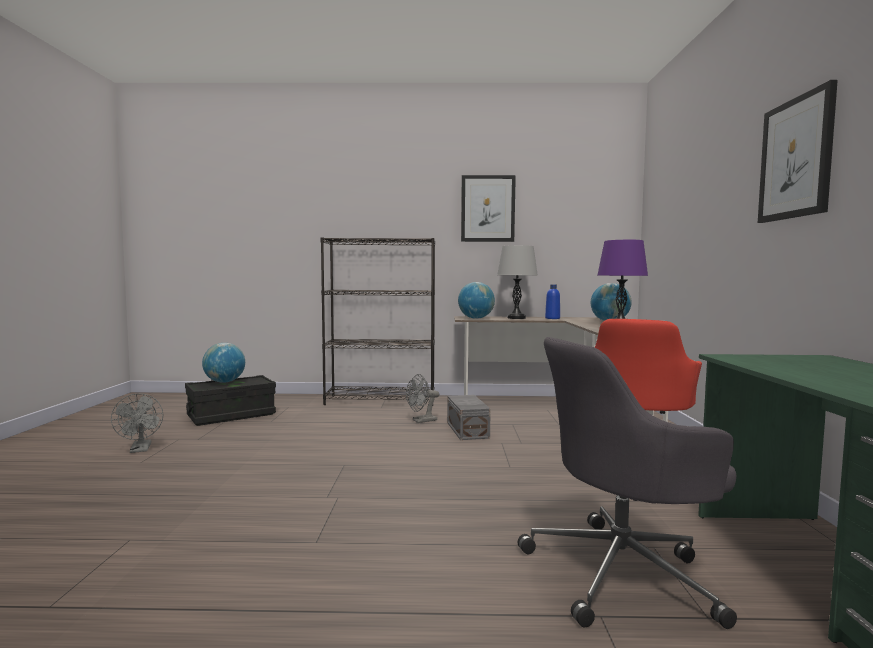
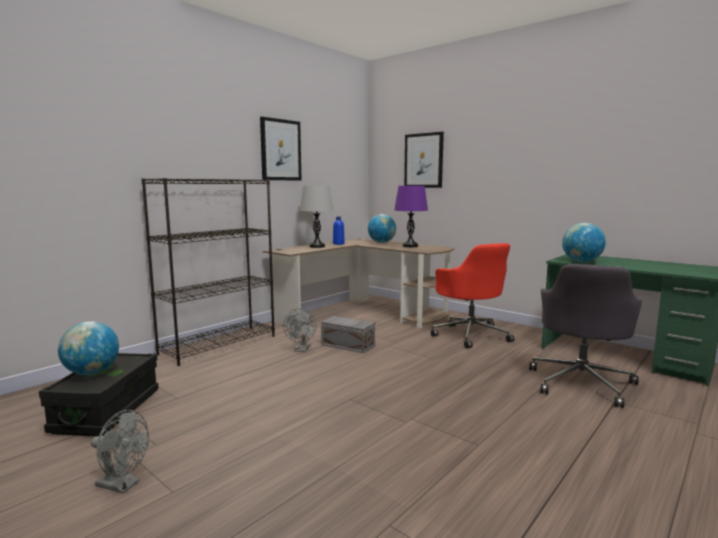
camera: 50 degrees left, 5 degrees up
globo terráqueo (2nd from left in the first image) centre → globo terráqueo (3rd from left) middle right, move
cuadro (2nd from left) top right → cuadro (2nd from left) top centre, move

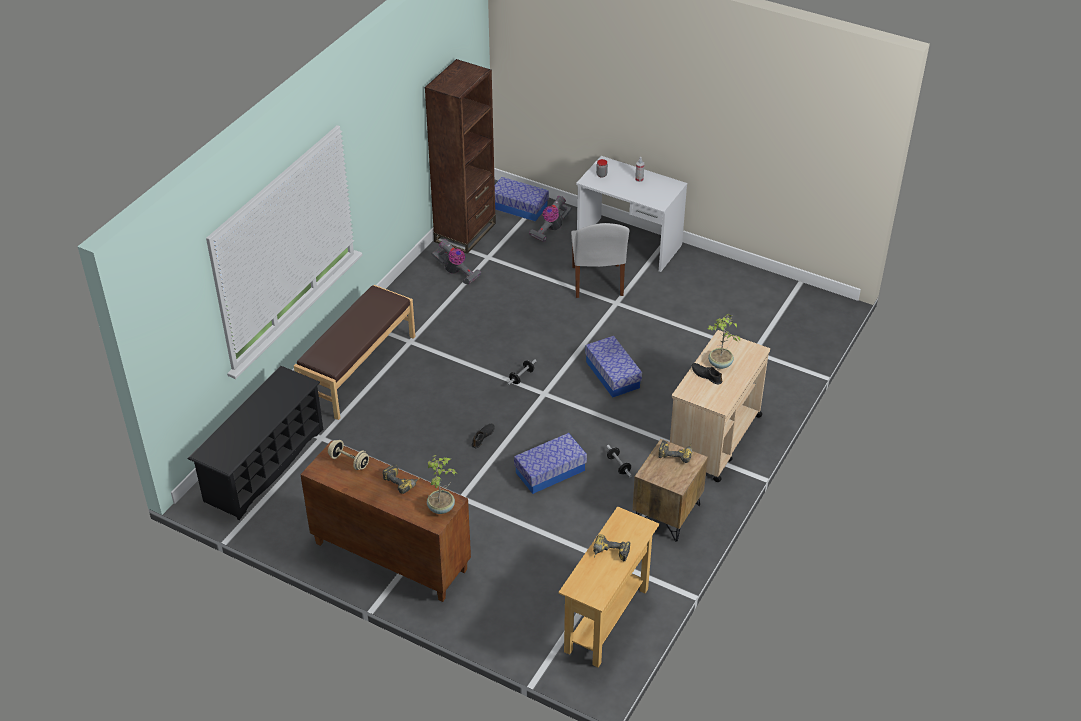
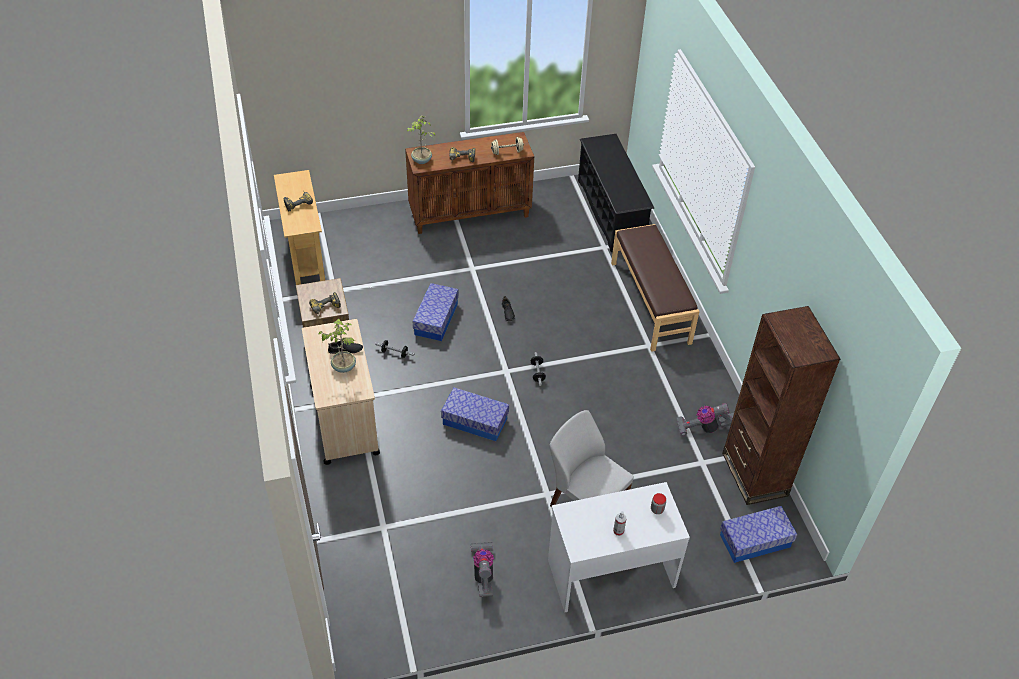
camera: 135 degrees right, 5 degrees up
aspiradora (2nd from left in the first image) top centre → aspiradora (1st from left) bottom centre, move

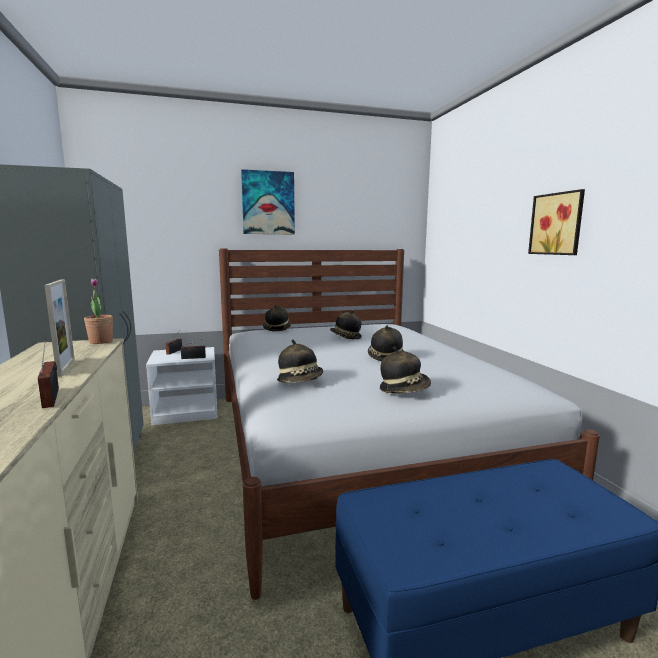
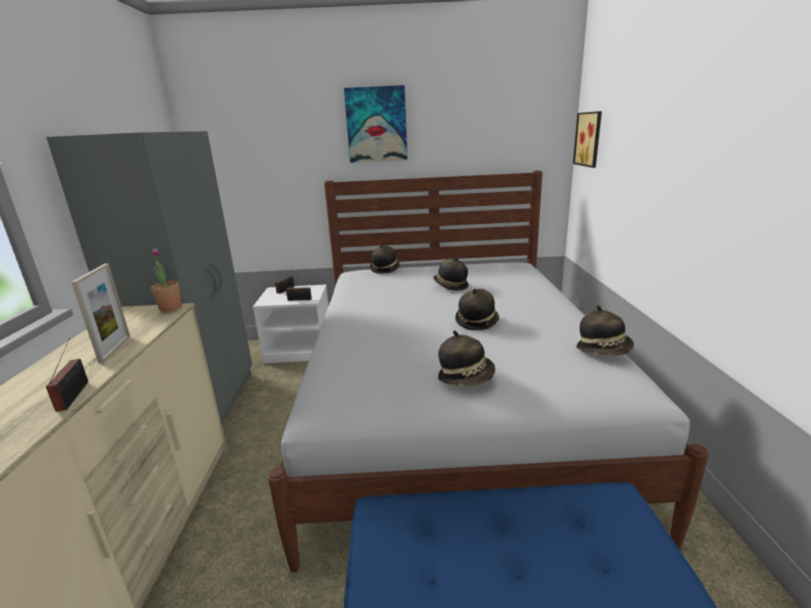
camera: 15 degrees right, 10 degrees up
sombrero (2nd from left in the first image) centre → sombrero (5th from left) middle right, move
cuadro (2nd from left) middle right → cuadro (2nd from left) top right, move

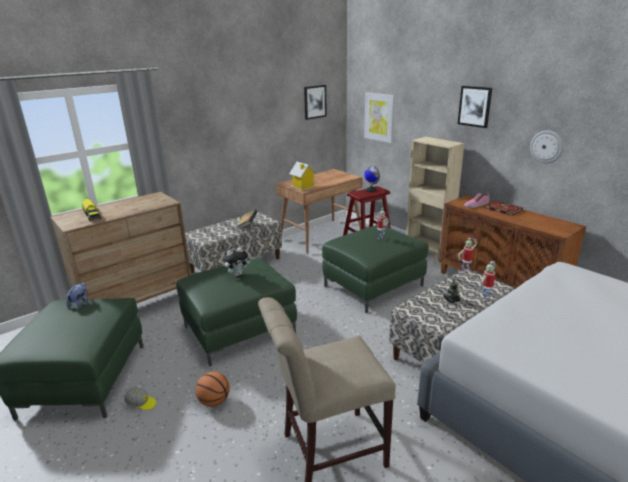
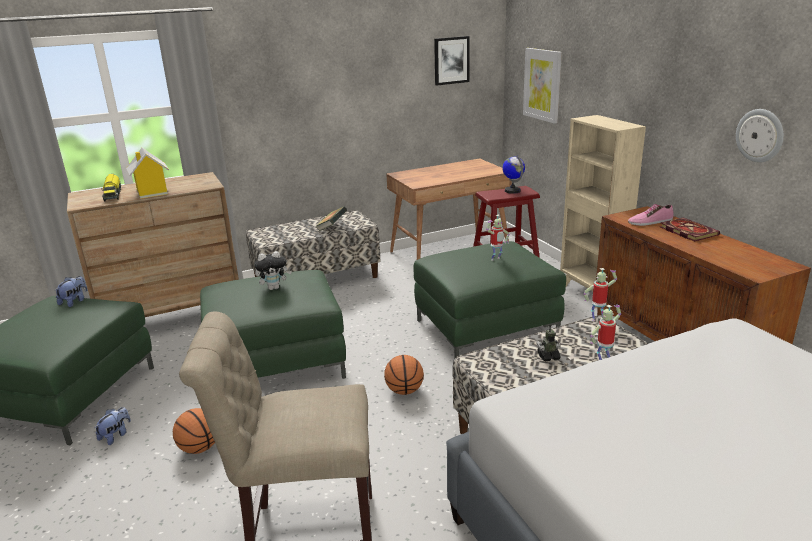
camera: 15 degrees right, 0 degrees up
gorra bottom left → peluche (2nd from left) bottom left
casita centre → casita top left, move
cuadro (3rd from left) top right → -
- → balón de baloncesto (2nd from left) bottom centre

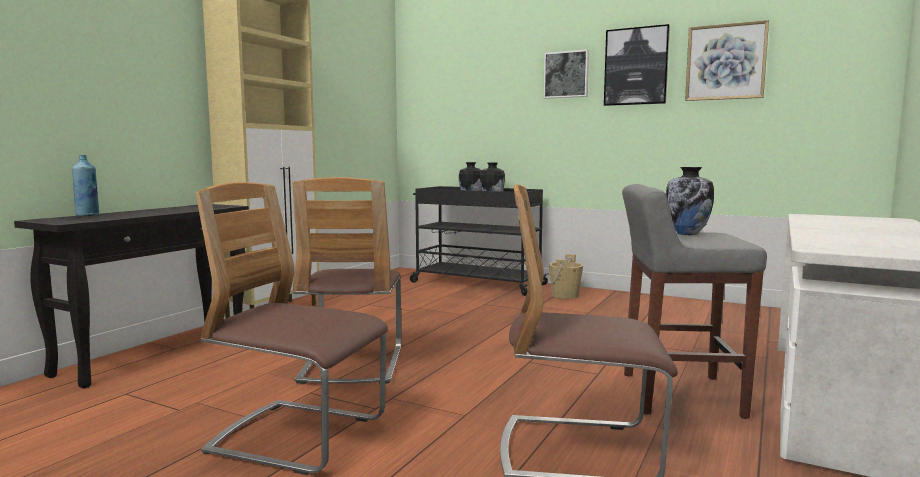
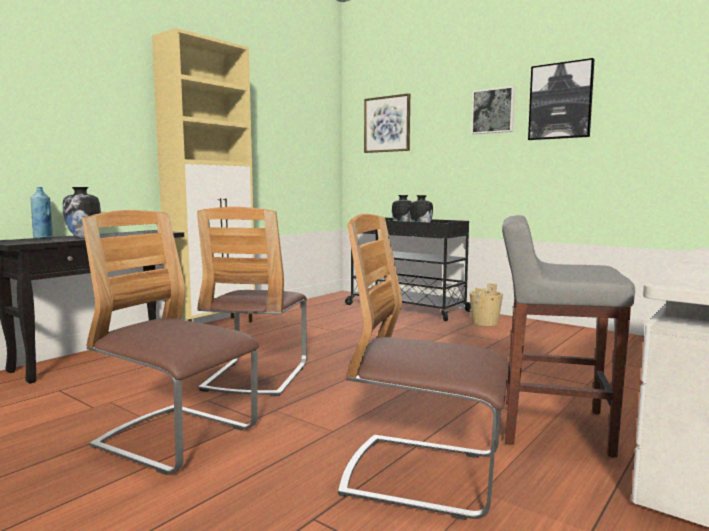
camera: 10 degrees right, 0 degrees up
florero (3rd from left in the first image) middle right → florero (1st from left) middle left, move
cuadro (3rd from left in the first image) top right → cuadro (1st from left) top centre, move

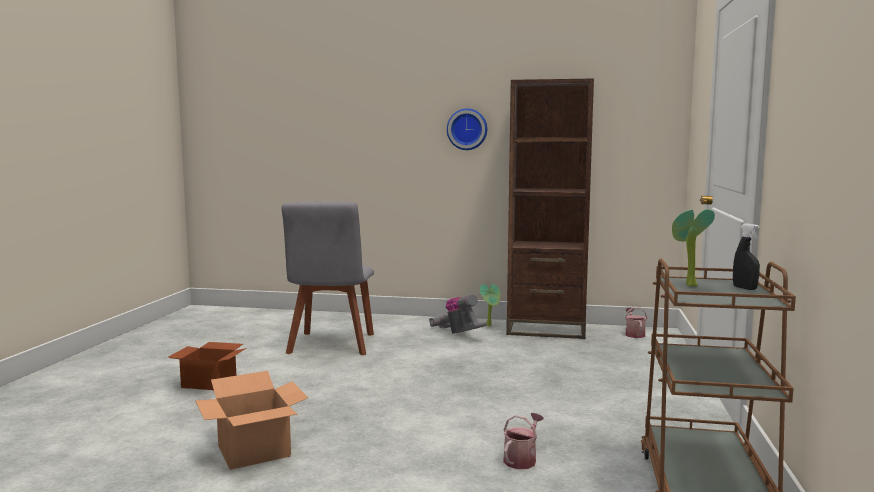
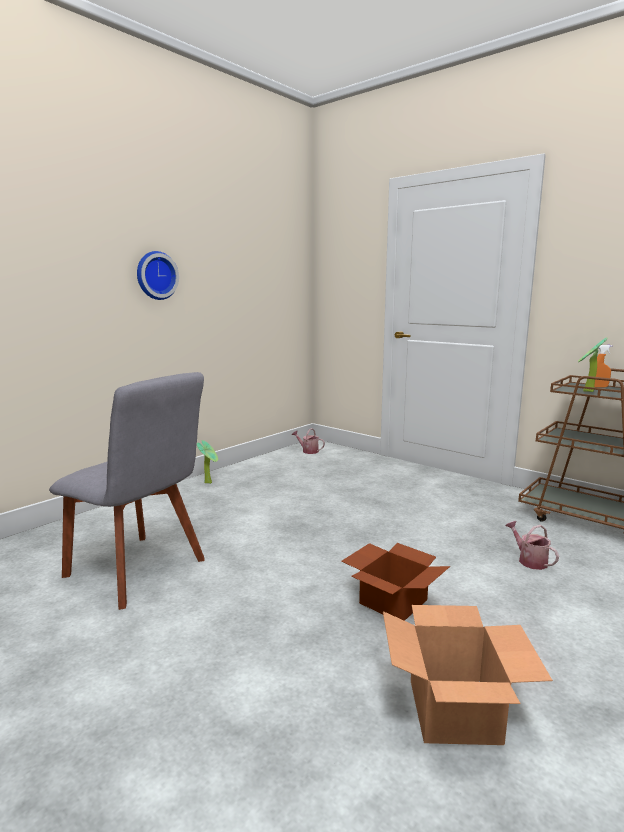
camera: 60 degrees left, 5 degrees up
caja de cartón (1st from left) bottom left → caja de cartón (1st from left) bottom centre, move
aspiradora centre → -
estantería/marrón centre → -
pulverizador/negro middle right → pulverizador/naranja middle right

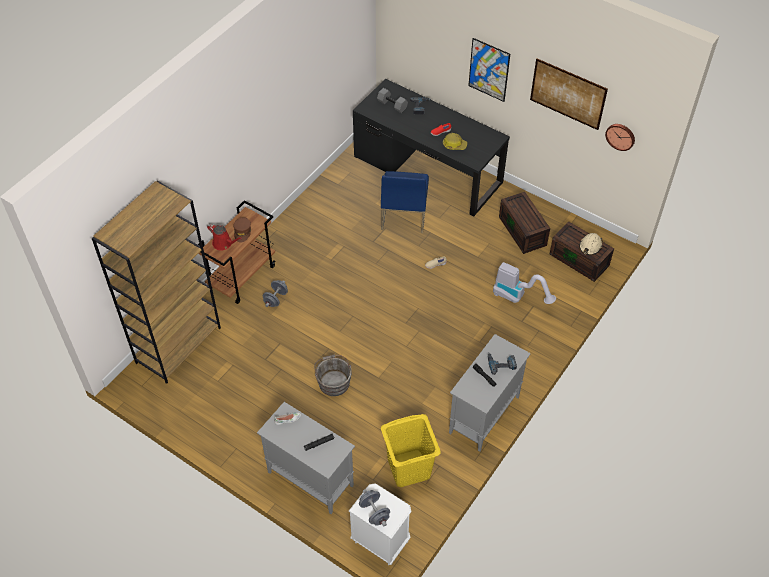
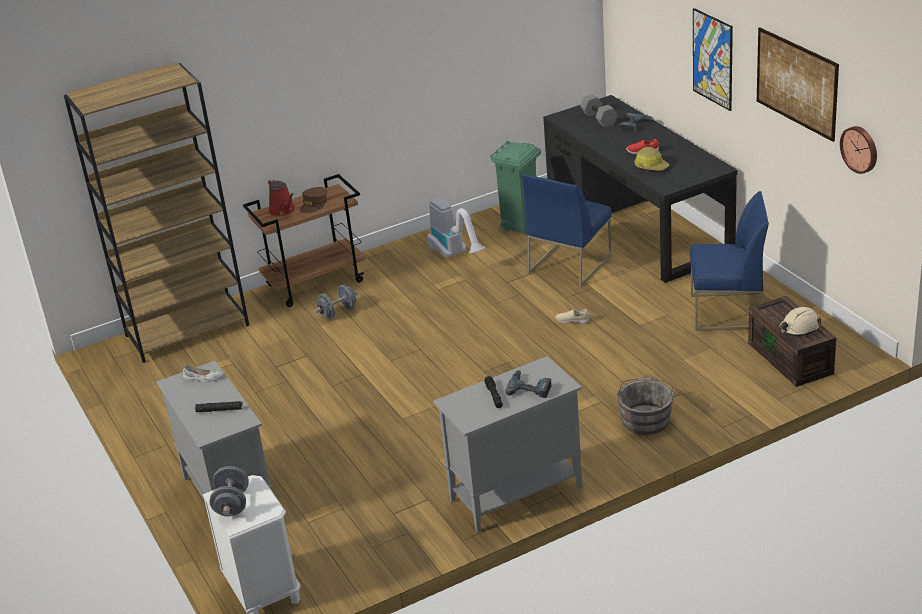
camera: 30 degrees right, 20 degrees down
cubo/gris centre → cubo/gris middle right, move
cesto de la ropa/amarillo bottom centre → -
aspiradora middle right → aspiradora centre, move
caja de almacenaje/marrón (1st from left) middle right → silla/azul (2nd from left) middle right
- → papelera/verde top centre

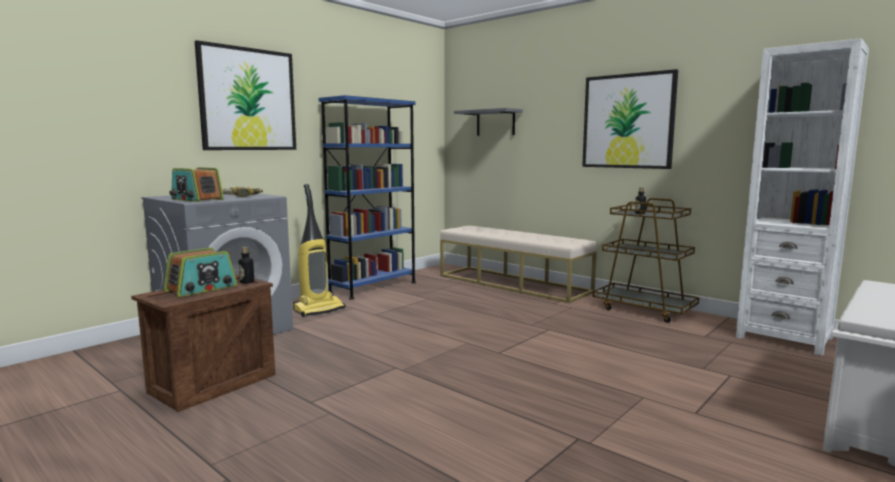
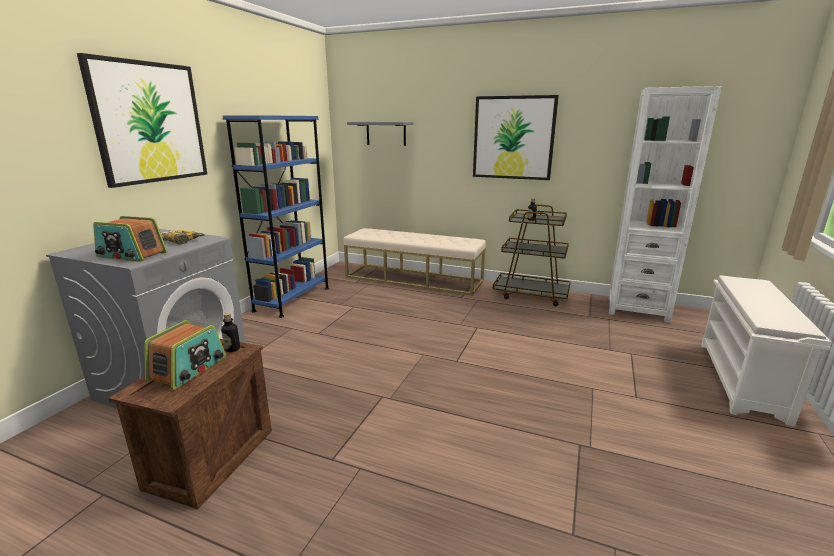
camera: 20 degrees left, 10 degrees up
aspiradora centre → -

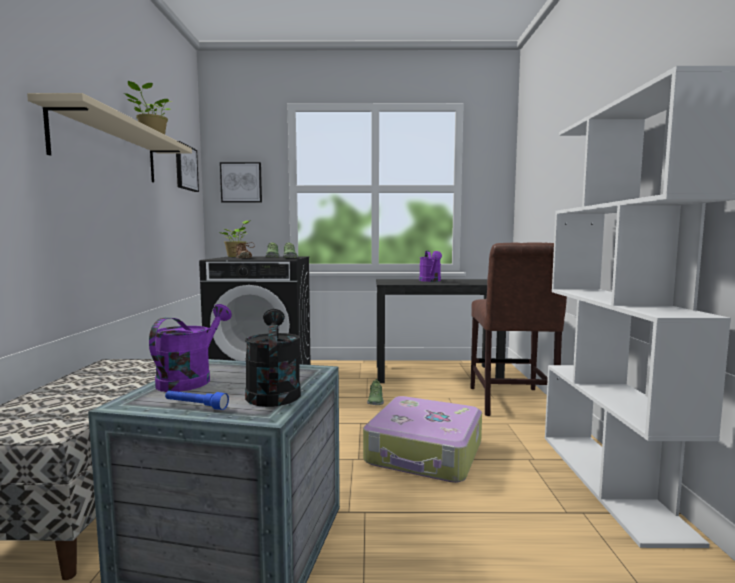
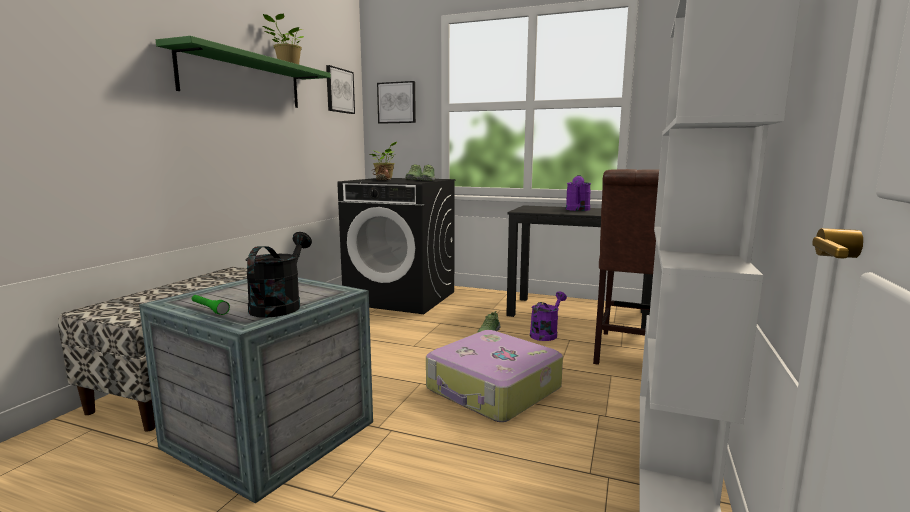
camera: 20 degrees right, 5 degrees up
estante/beis top left → estante/verde top left
regadera/morado (1st from left) middle left → regadera/morado (1st from left) centre, move
linterna/azul bottom left → linterna/verde middle left

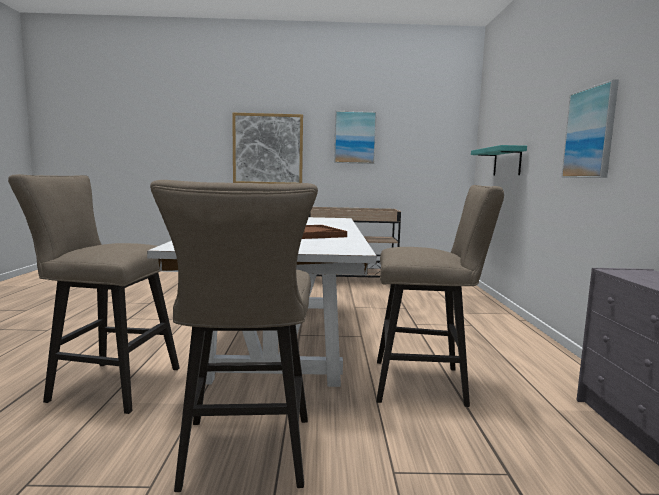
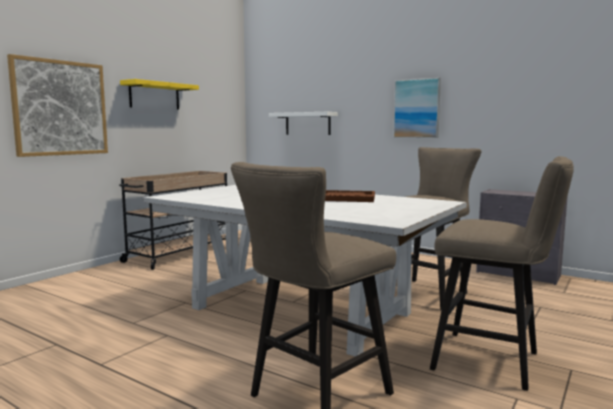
camera: 55 degrees left, 0 degrees up
cuadro (2nd from left) top centre → estante/amarillo top left
estante/turquesa top right → estante/blanco top centre

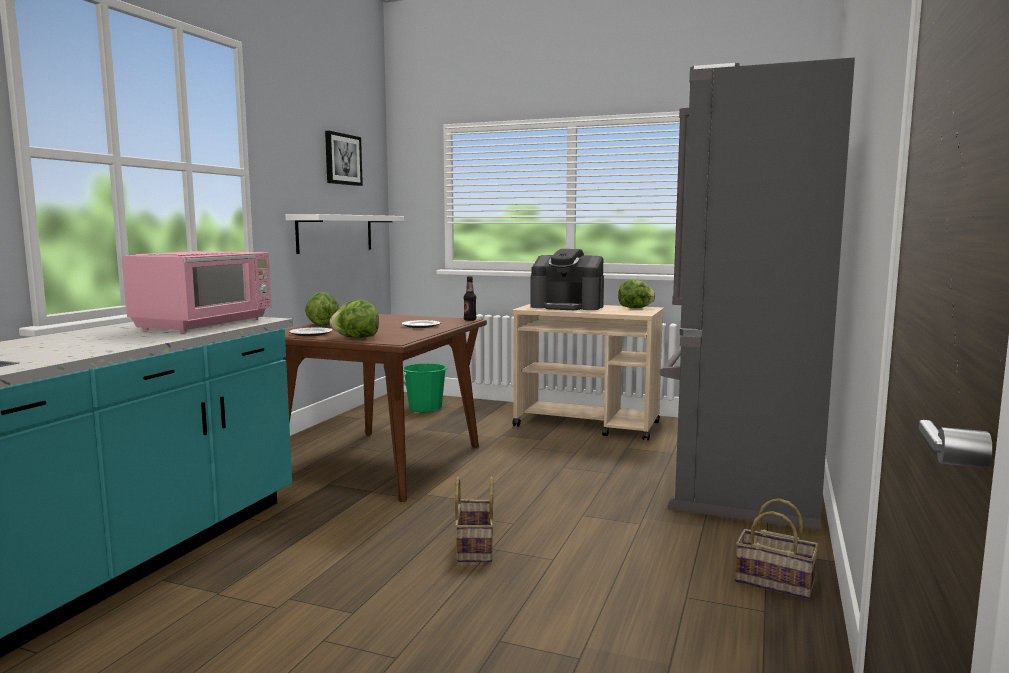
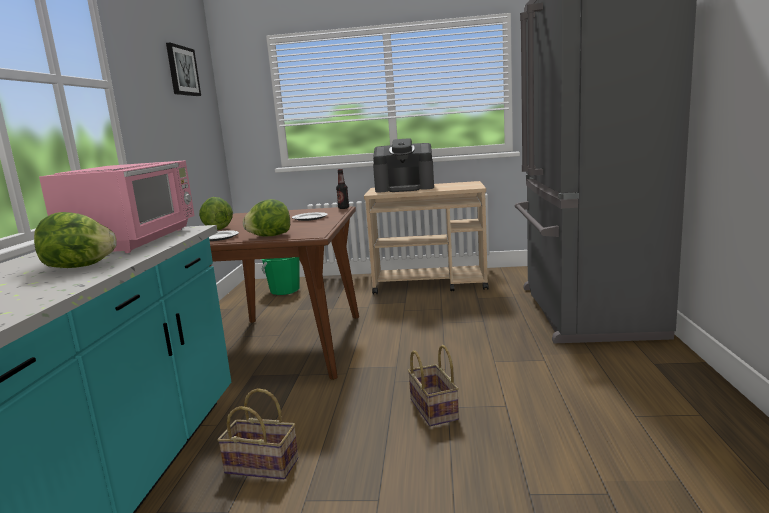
camera: 15 degrees left, 5 degrees up
estante/blanco centre → -
lechuga (3rd from left in the first image) centre → lechuga (1st from left) middle left, move
cesta (2nd from left in the first image) bottom right → cesta (1st from left) bottom centre, move

